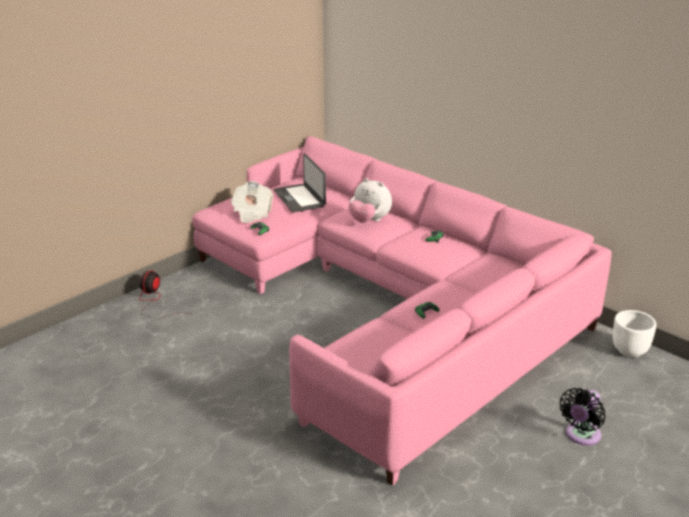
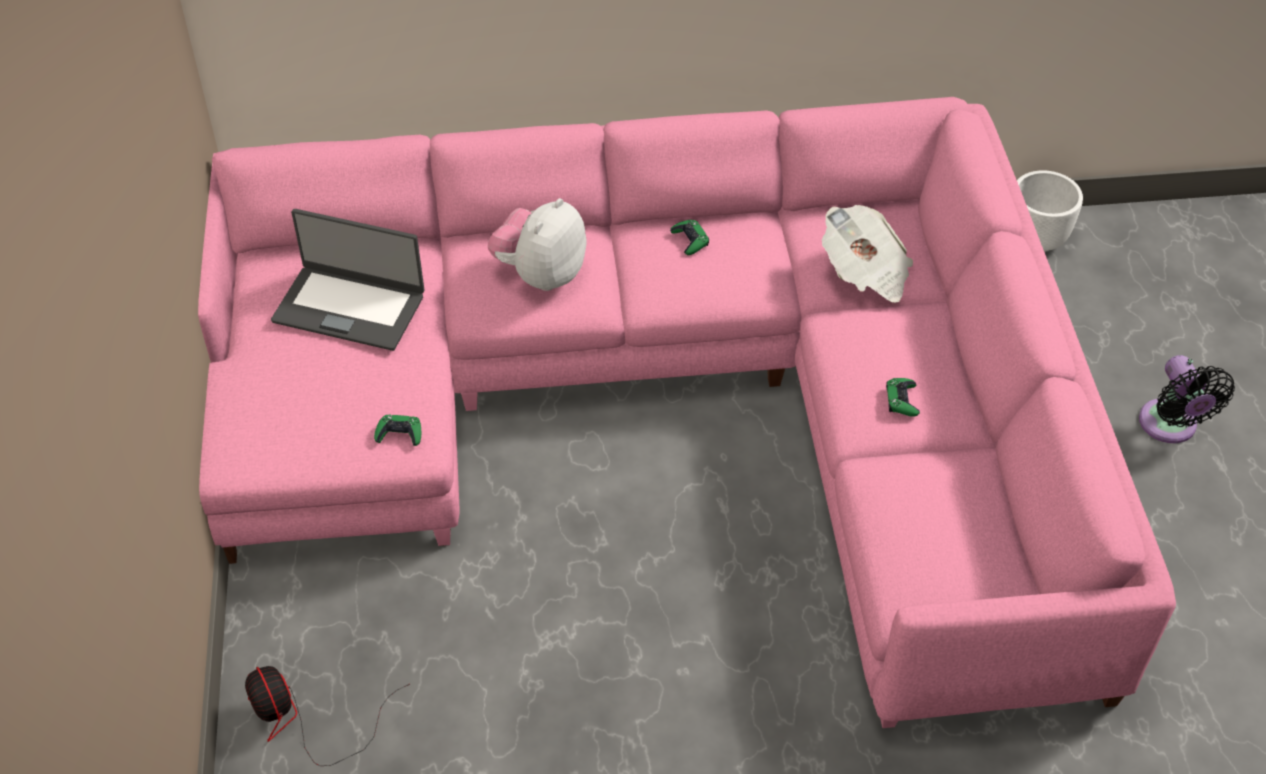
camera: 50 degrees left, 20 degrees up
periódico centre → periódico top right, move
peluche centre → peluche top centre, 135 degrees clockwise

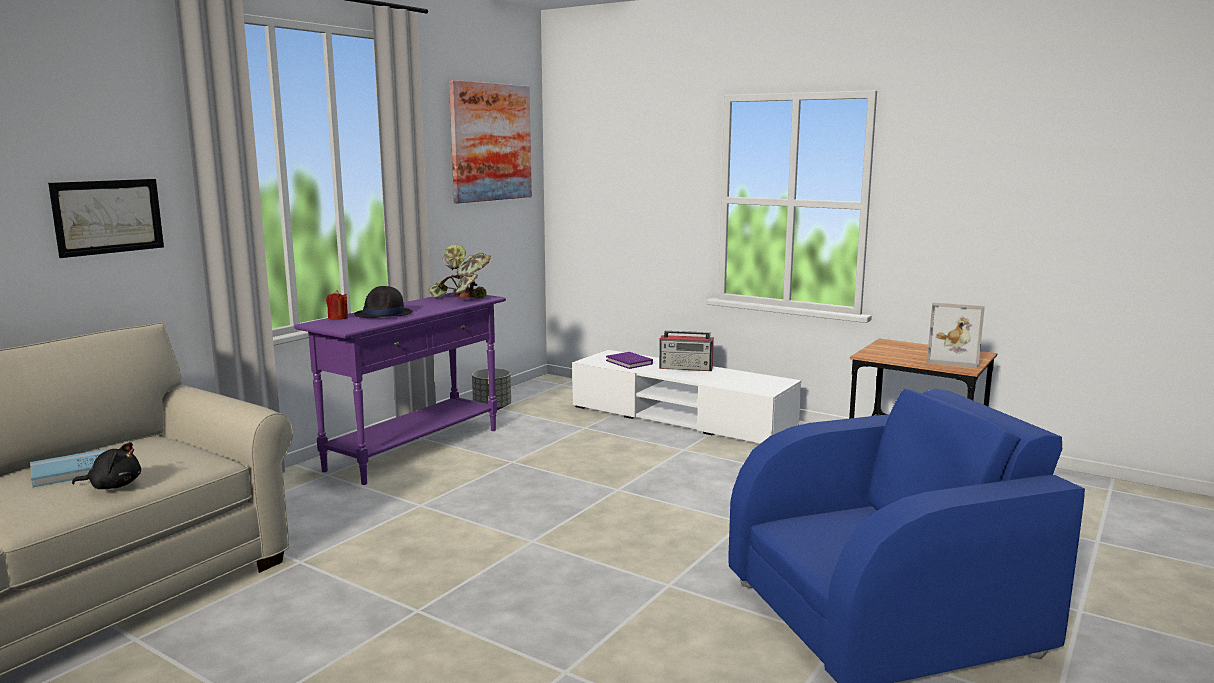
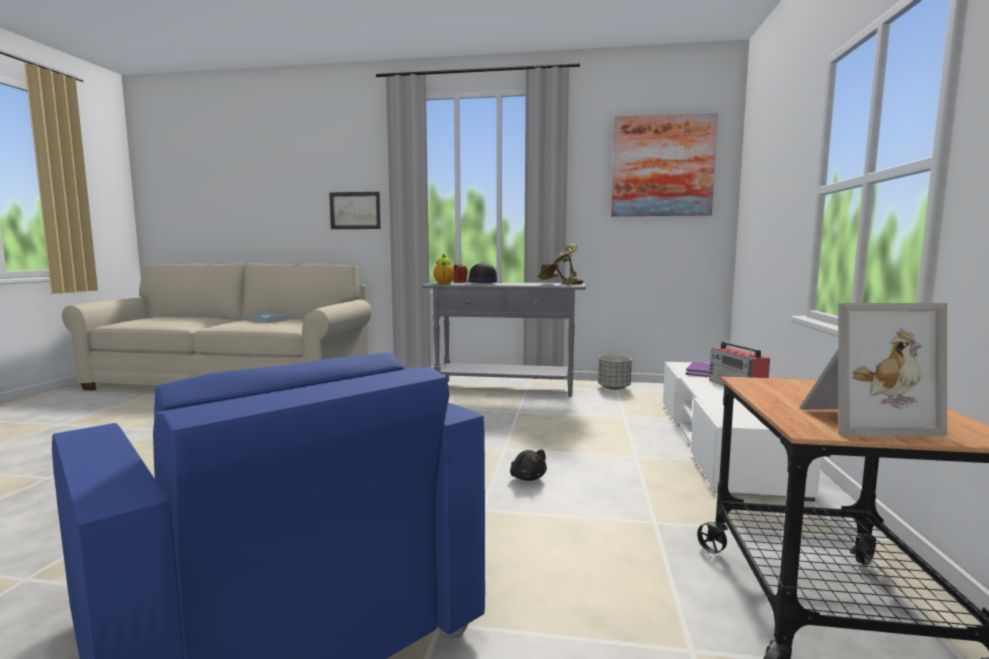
camera: 65 degrees right, 5 degrees down
peluche/negro bottom left → peluche/negro bottom centre, move
mesa consola/morado middle left → mesa consola/gris centre
portarretratos middle right, 90 degrees counterclockwise
- → tetera centre

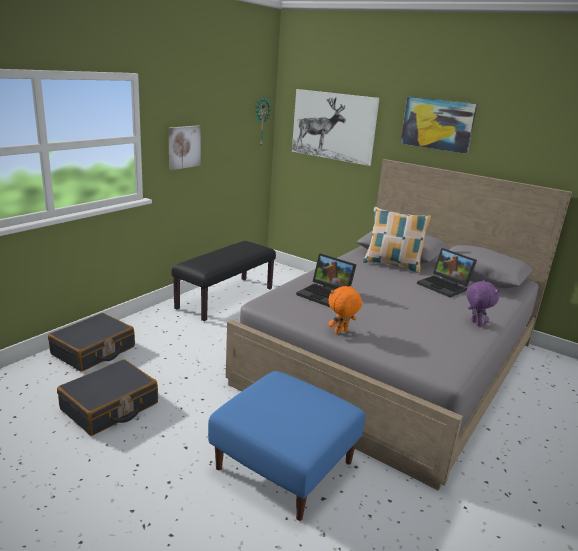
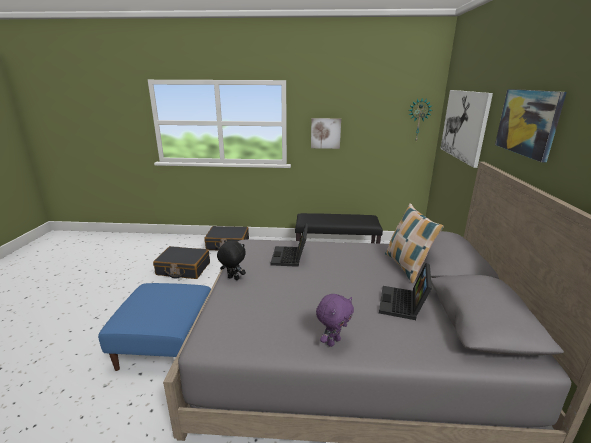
camera: 60 degrees right, 0 degrees up
peluche/naranja centre → peluche/negro centre

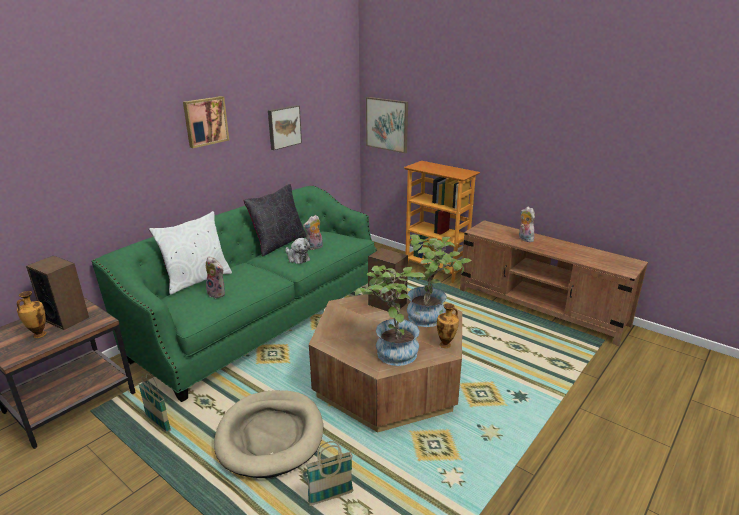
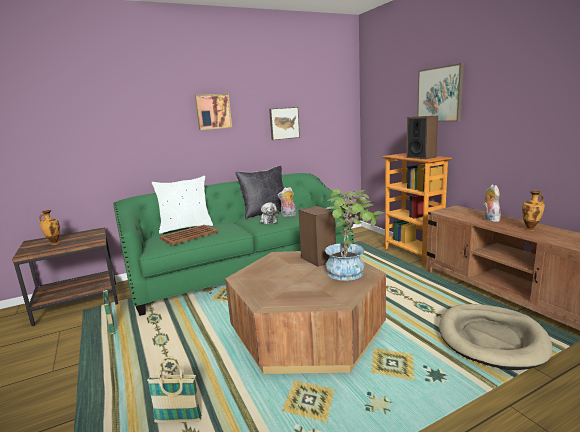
camera: 25 degrees right, 10 degrees down
altavoz (1st from left in the first image) middle left → altavoz (2nd from left) top right, move
peluche (1st from left) middle left → bandeja/marrón middle left
cama para perro/beis bottom centre → cama para perro/beis bottom right, move
planta en maceta (1st from left) centre → -
cuadro (3rd from left) top centre → cuadro (3rd from left) top right, move
florero (2nd from left) centre → florero (2nd from left) middle right, move

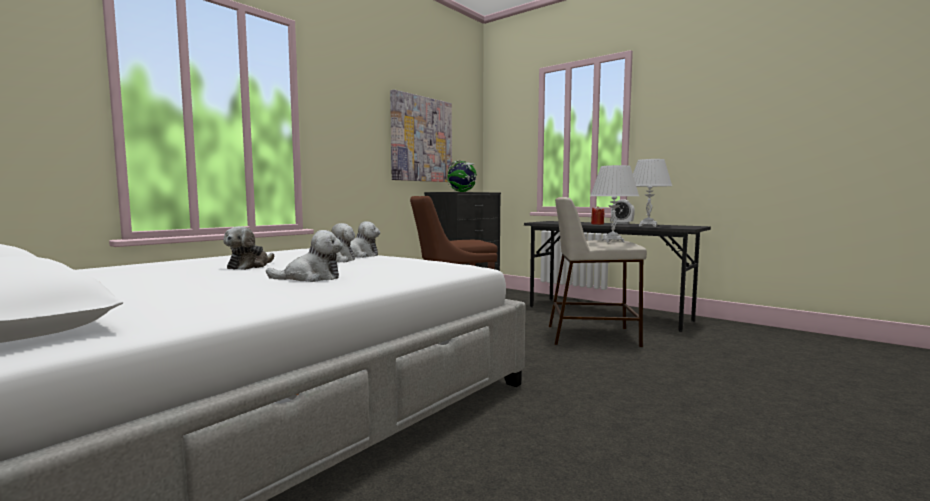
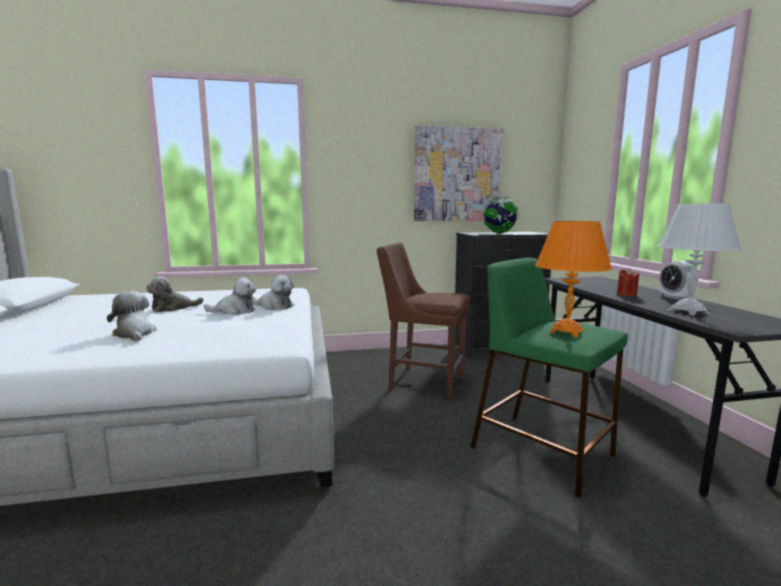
camera: 40 degrees right, 5 degrees up
peluche (2nd from left in the first image) middle left → peluche (1st from left) middle left, 150 degrees counterclockwise
taburete/beis centre → taburete/verde middle right
lámpara de mesa/blanco (1st from left) centre → lámpara de mesa/naranja middle right

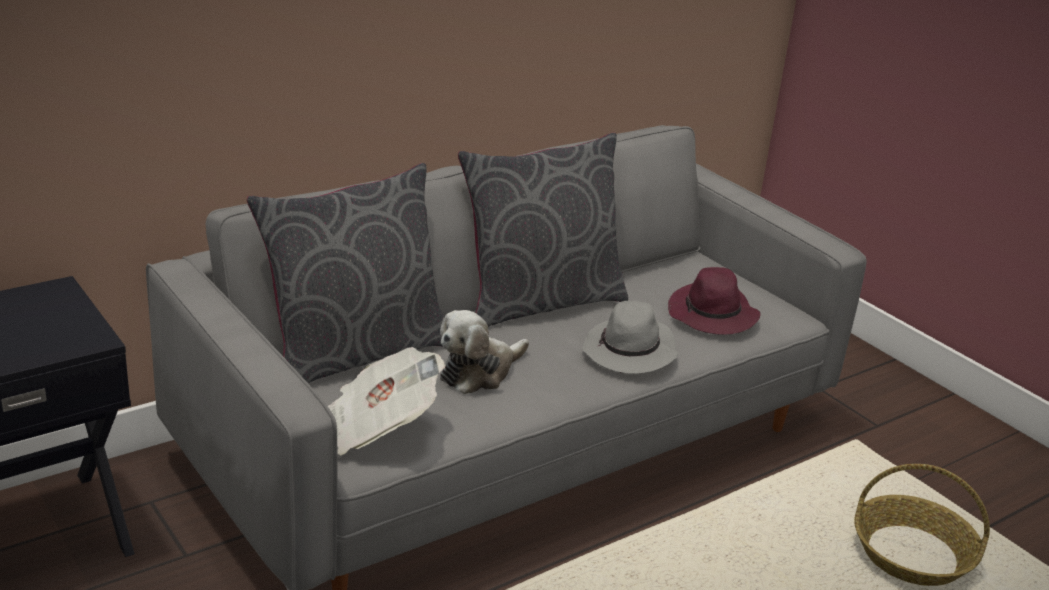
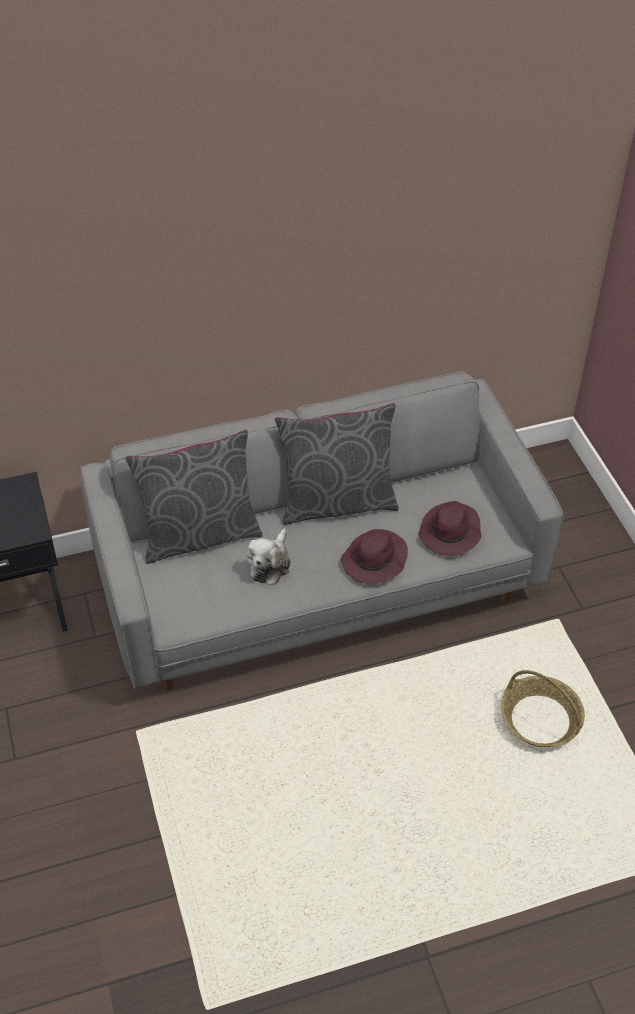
camera: 20 degrees right, 20 degrees up
periódico bottom centre → -
peluche centre, 45 degrees counterclockwise
sombrero/gris centre → sombrero/morado (1st from left) centre

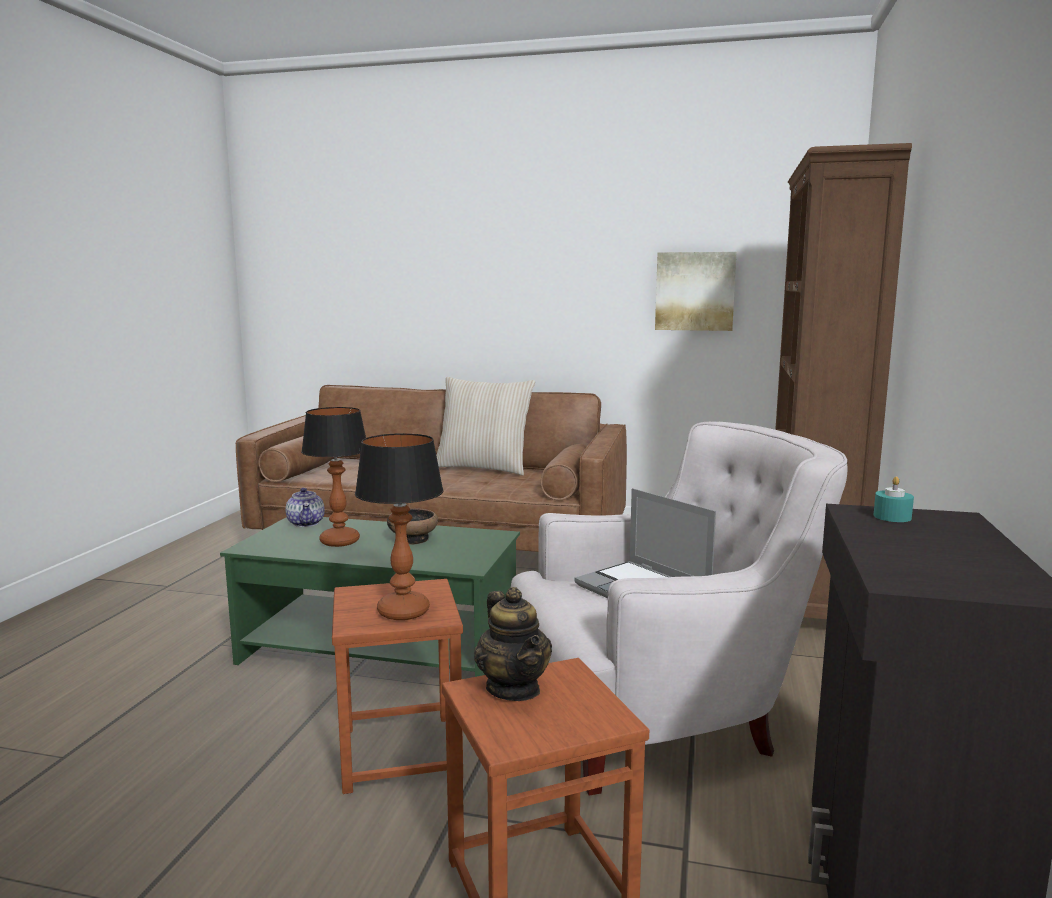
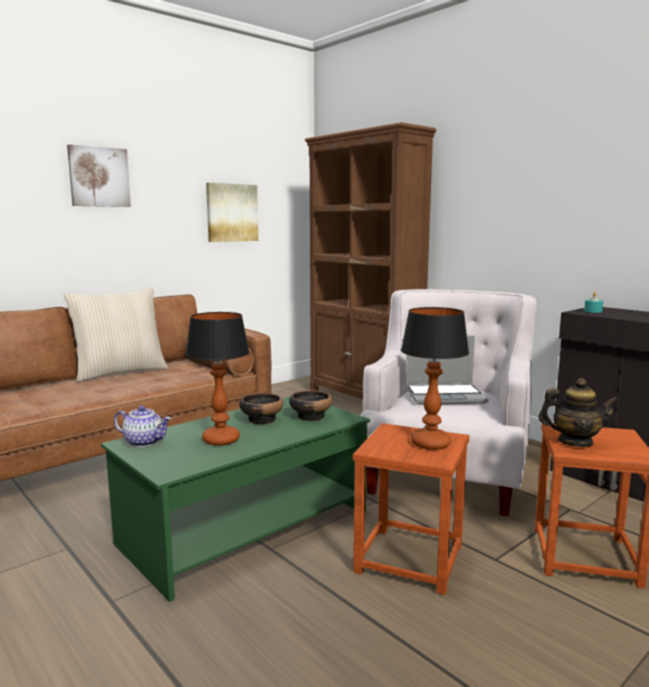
camera: 55 degrees left, 0 degrees up
- → cuadro (1st from left) top left
- → cuenco (2nd from left) centre

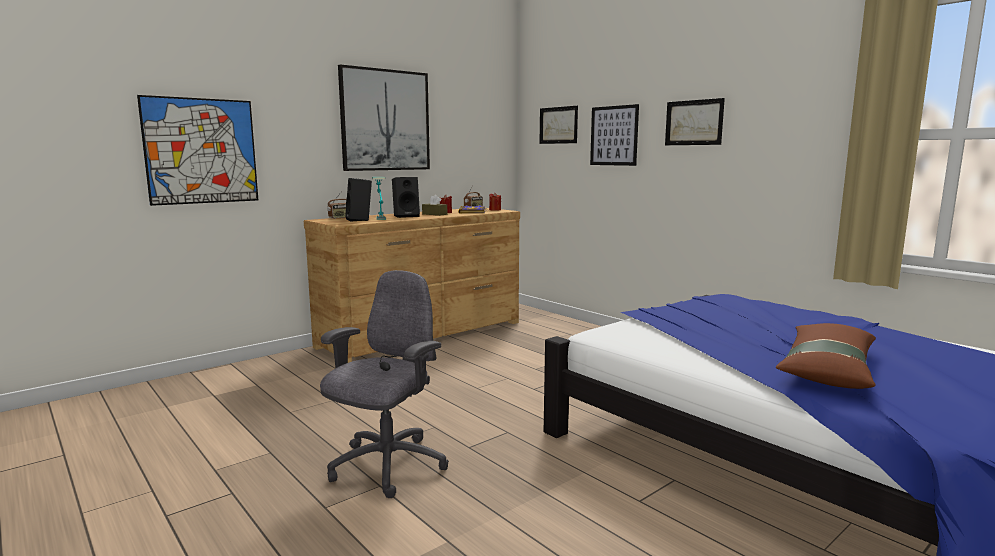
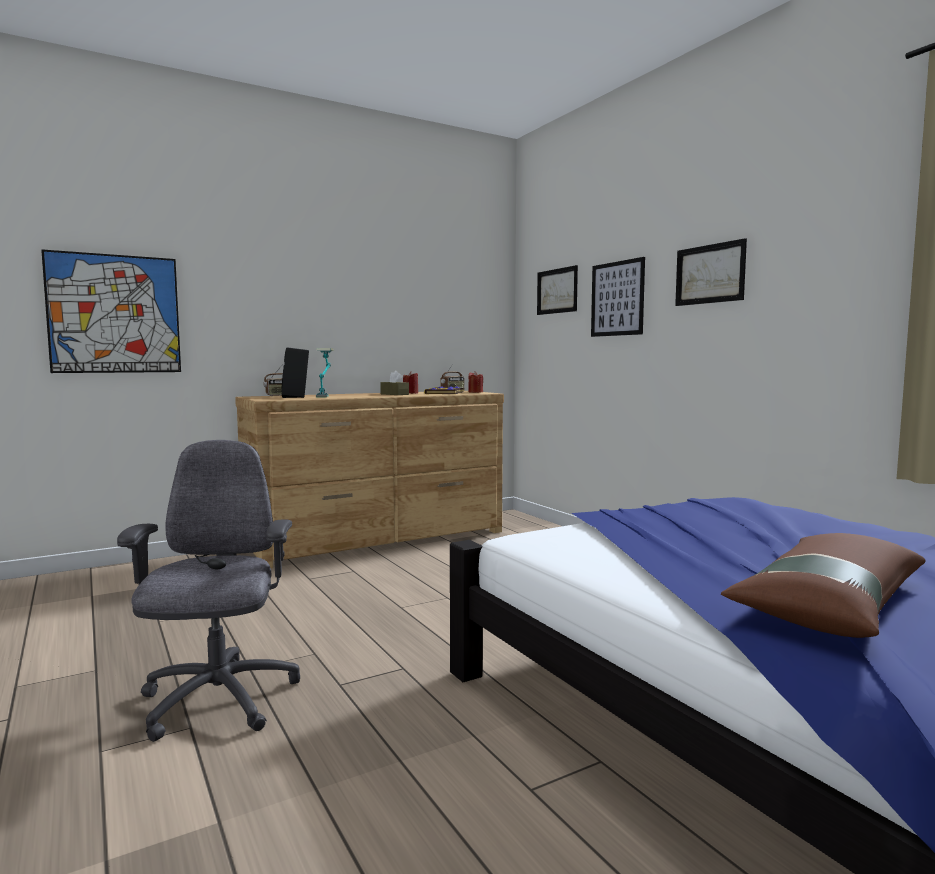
camera: 10 degrees right, 5 degrees down
silla de oficina/gris bottom centre → silla de oficina/gris bottom left, 45 degrees counterclockwise
cuadro (2nd from left) top centre → -
altavoz/negro (2nd from left) centre → -

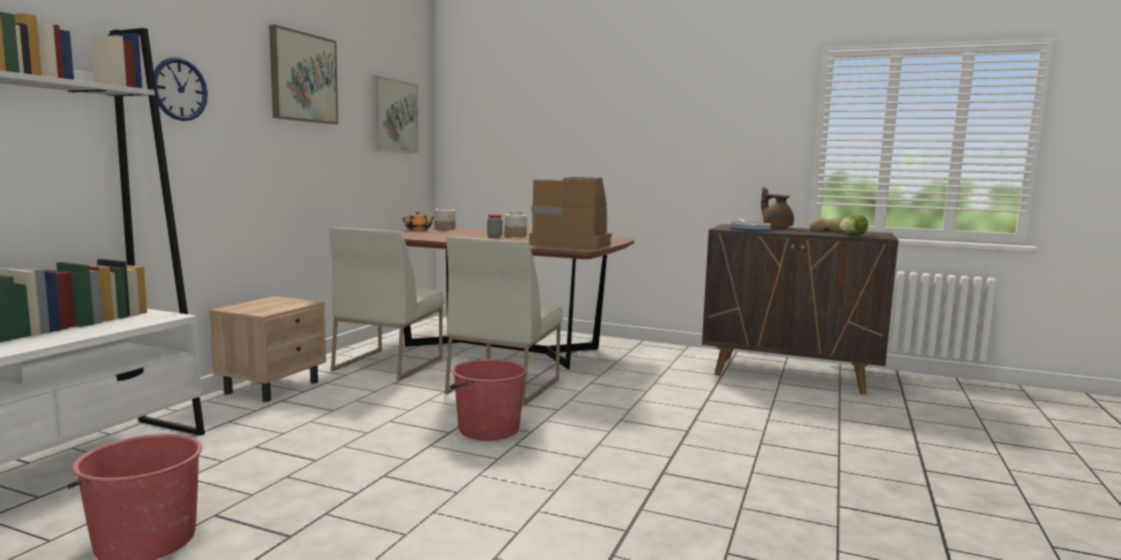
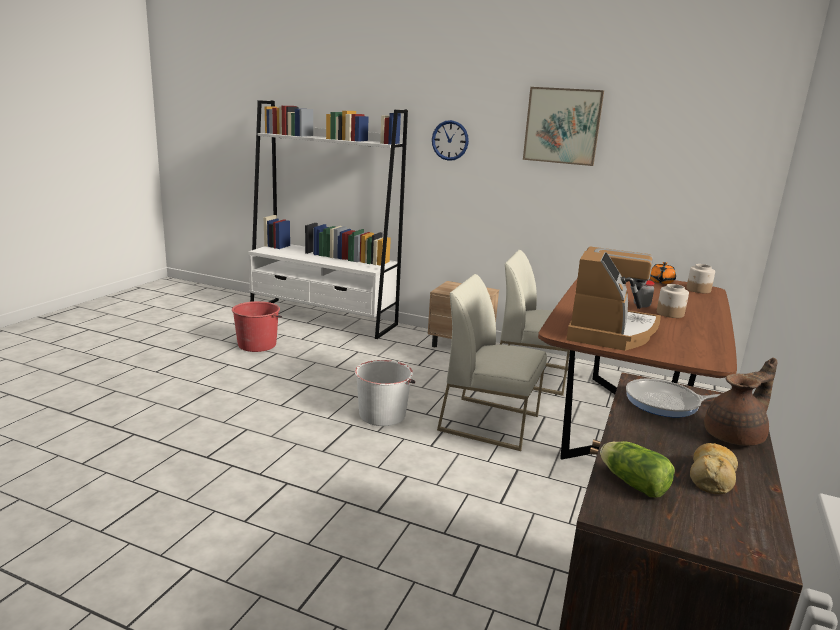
camera: 90 degrees right, 10 degrees up
cuadro (2nd from left) top centre → -
cubo/rojo (2nd from left) bottom centre → cubo/blanco centre

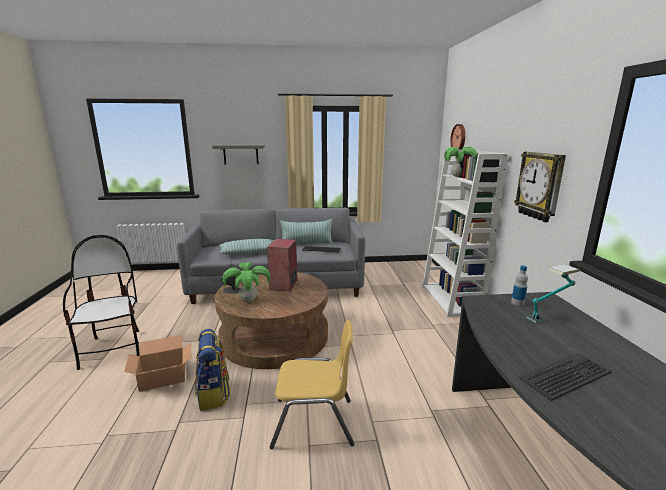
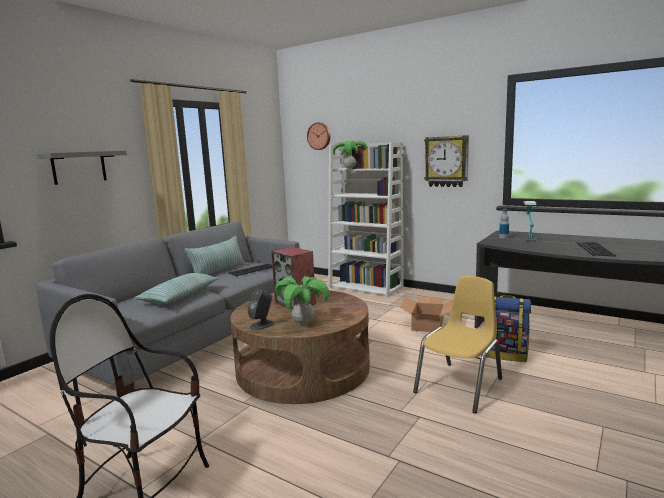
camera: 50 degrees left, 5 degrees down
caja de cartón bottom left → caja de cartón centre, move
mochila bottom left → mochila middle right, move

